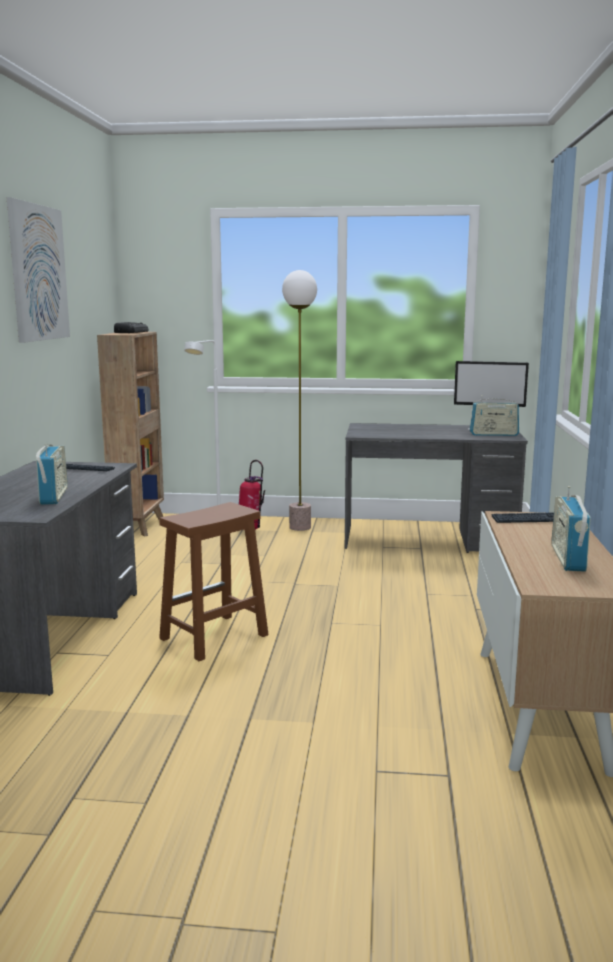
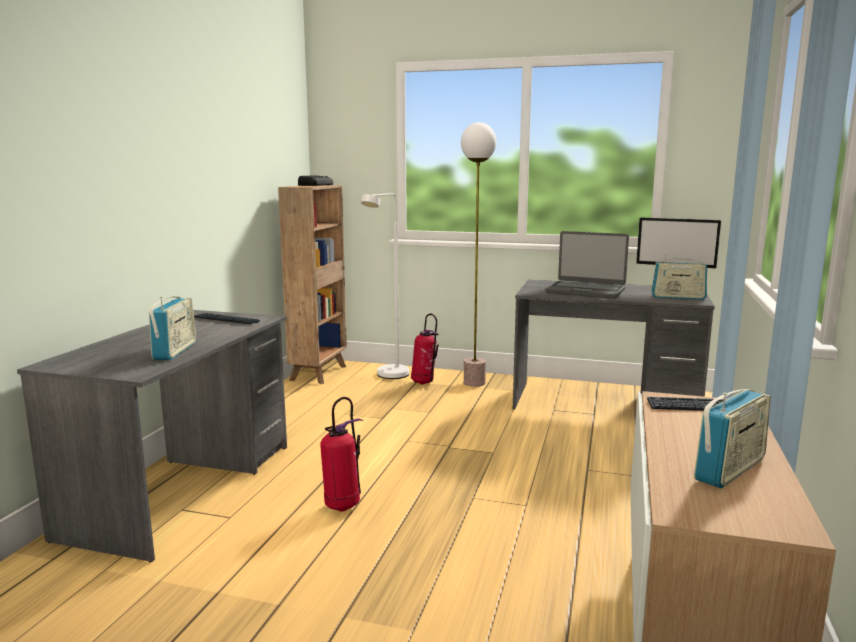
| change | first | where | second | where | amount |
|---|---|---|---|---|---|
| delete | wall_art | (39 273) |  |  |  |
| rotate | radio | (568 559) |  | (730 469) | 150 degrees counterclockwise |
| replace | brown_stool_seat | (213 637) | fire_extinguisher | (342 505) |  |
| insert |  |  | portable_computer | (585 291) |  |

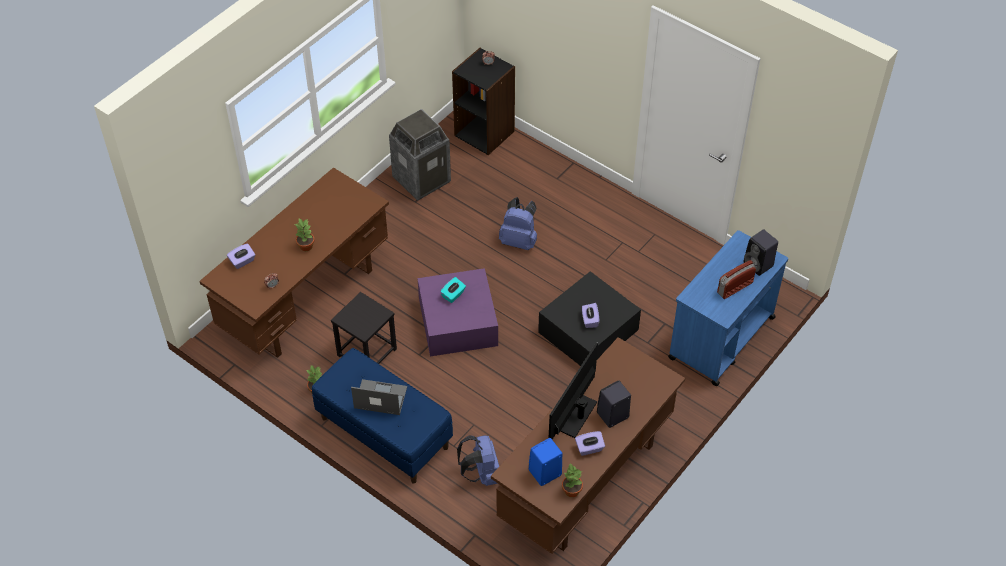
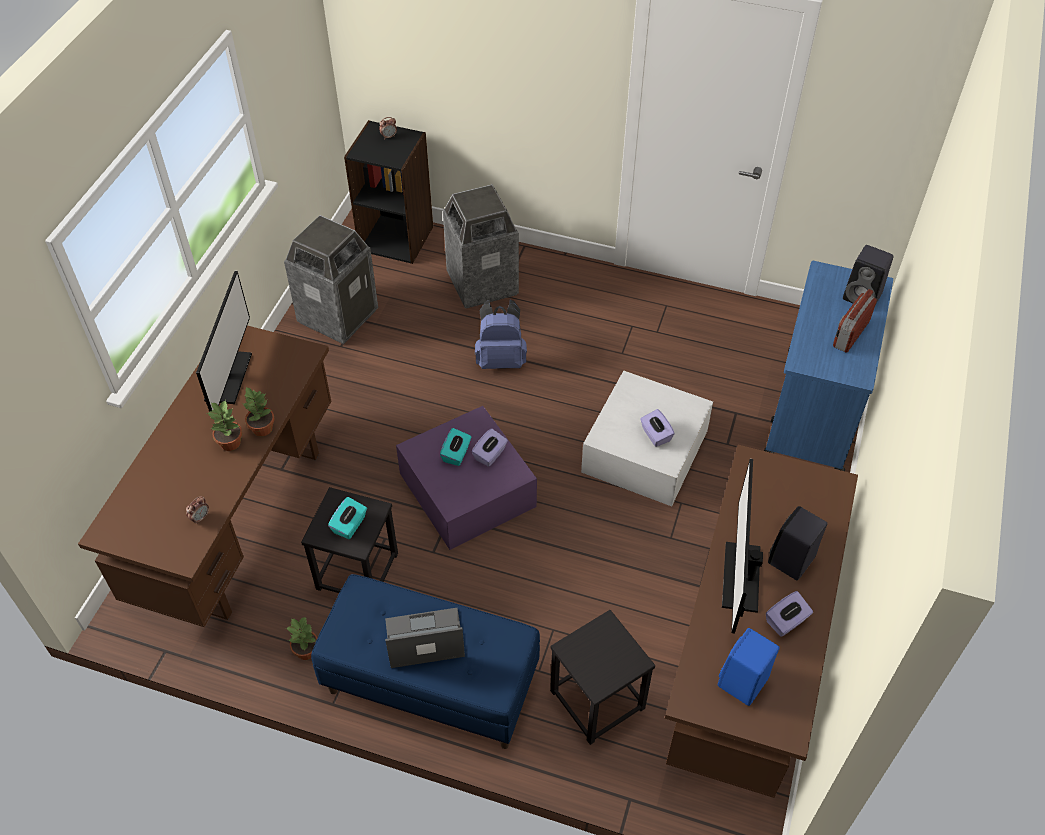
| change | first | where | second | where | amount |
|---|---|---|---|---|---|
| move | purplish_tissue_holder | (242 261) |  | (490 455) |  |
| recolor | blackish_storage_bin | (588 331) | white_storage_bin | (645 451) |  |
| replace | bluish_backpack | (481 473) | blackish_stool_seat | (596 699) |  |
| move | houseplant | (571 490) |  | (261 428) |  |
| insert |  |  | rubbish_bin | (481 283) |  |
| insert |  |  | computer_display | (228 377) |  |
| insert |  |  | turquoise-coloured_tissue_holder | (349 525) |  |

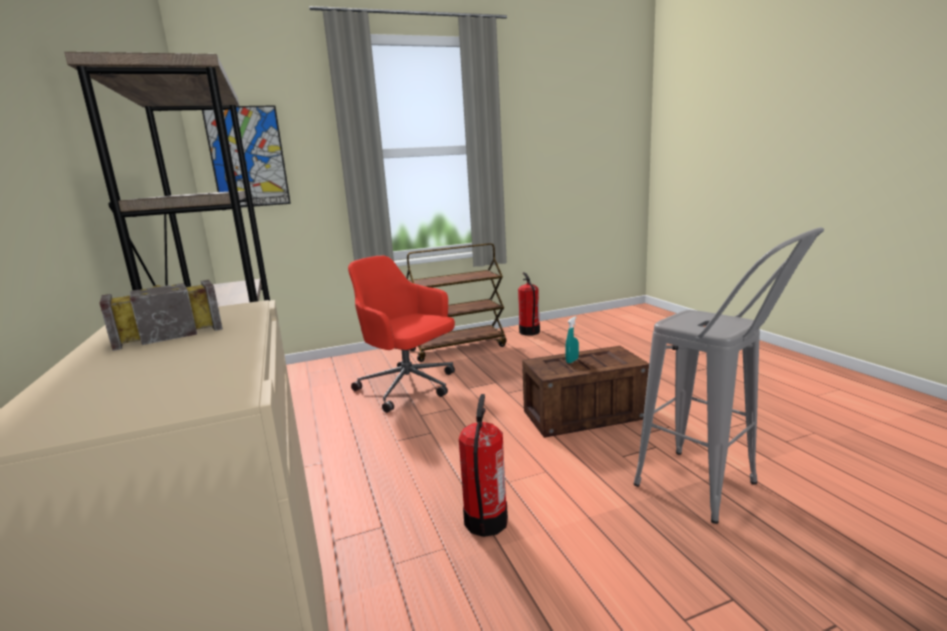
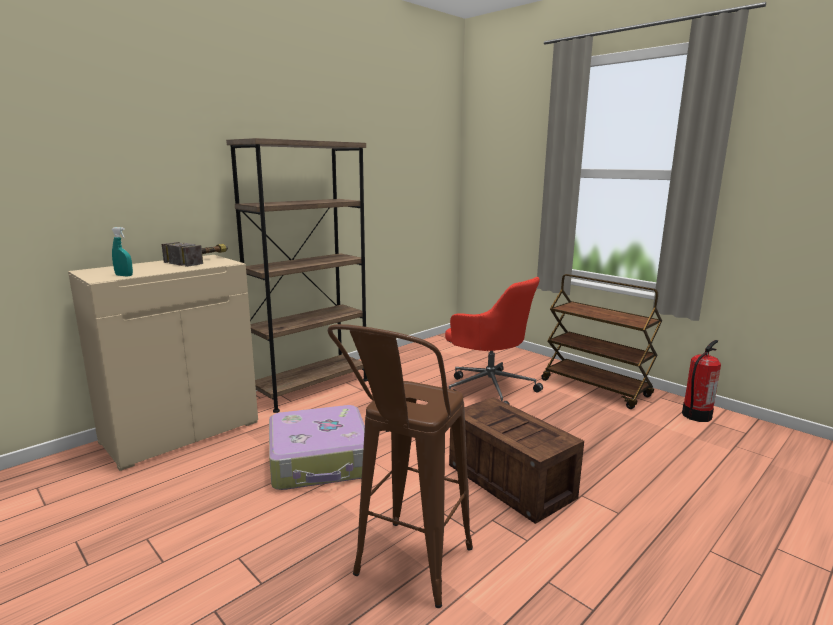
| change | first | where | second | where | amount |
|---|---|---|---|---|---|
| delete | wall_art | (248 157) |  |  |  |
| recolor | grey_stool_seat | (713 492) | brown_stool_seat | (406 574) |  |
| rotate | red_office_chair | (409 387) |  | (489 388) | 120 degrees clockwise |
| move | turquoise-coloured_sprayer | (572 361) |  | (124 275) |  |
| replace | fire_extinguisher | (485 522) | suitcase | (320 460) |  |

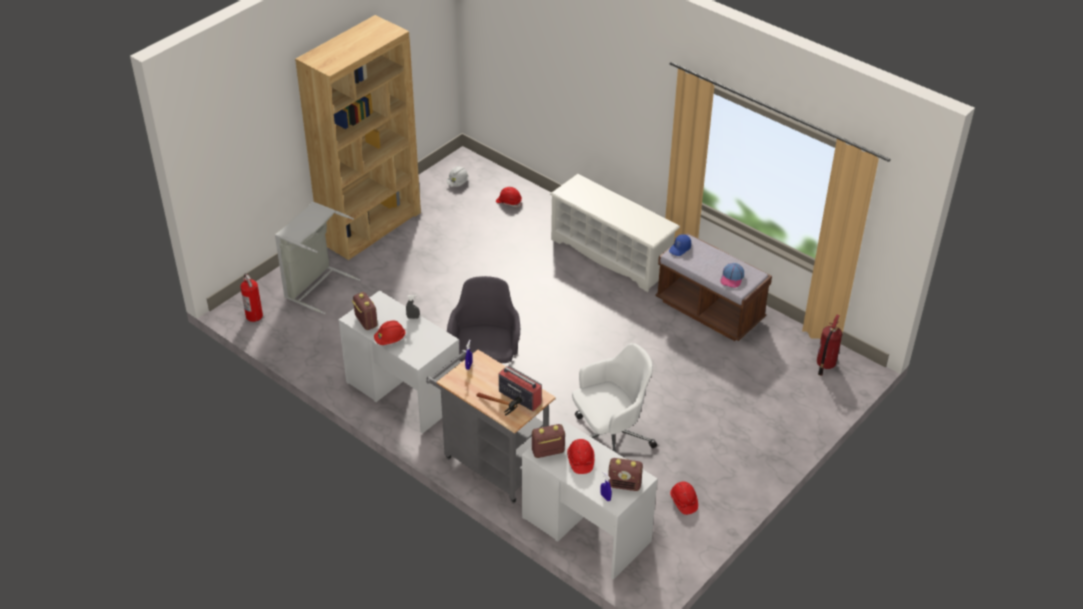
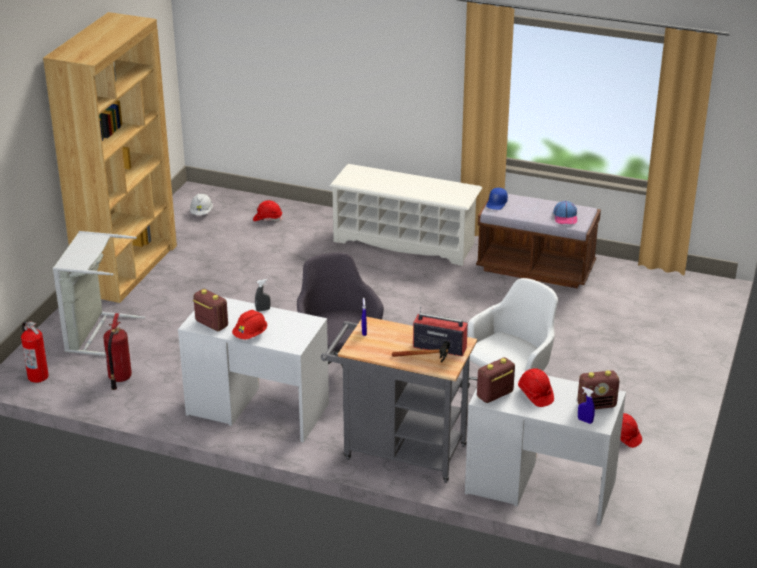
| change | first | where | second | where | amount |
|---|---|---|---|---|---|
| move | fire_extinguisher | (825 365) |  | (119 378) |  |

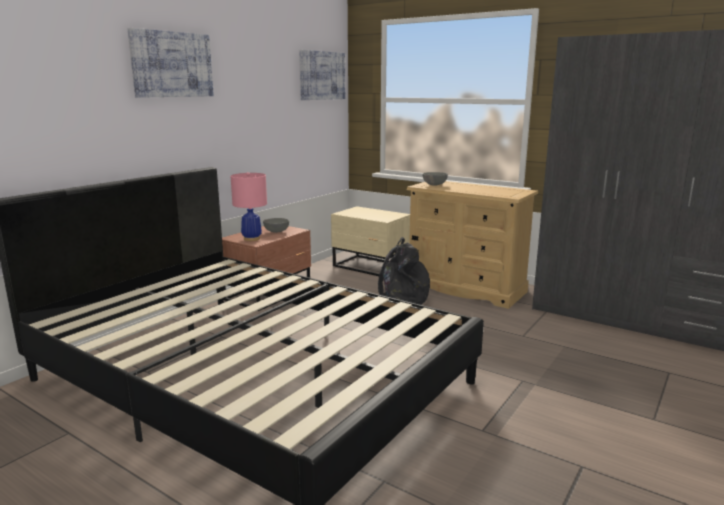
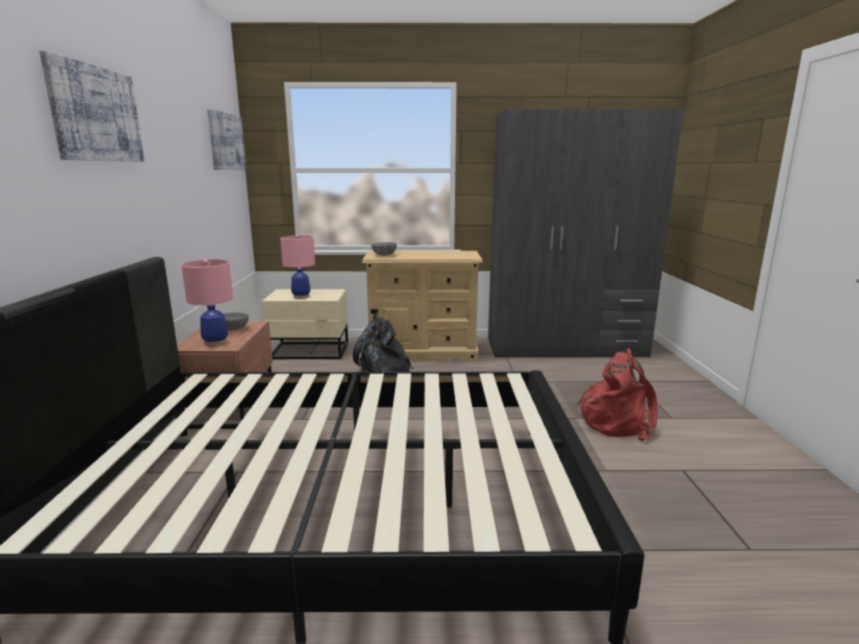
| change | first | where | second | where | amount |
|---|---|---|---|---|---|
| insert |  |  | pink_tabletop_lamp | (301 297) |  |
| insert |  |  | red_backpack | (617 422) |  |

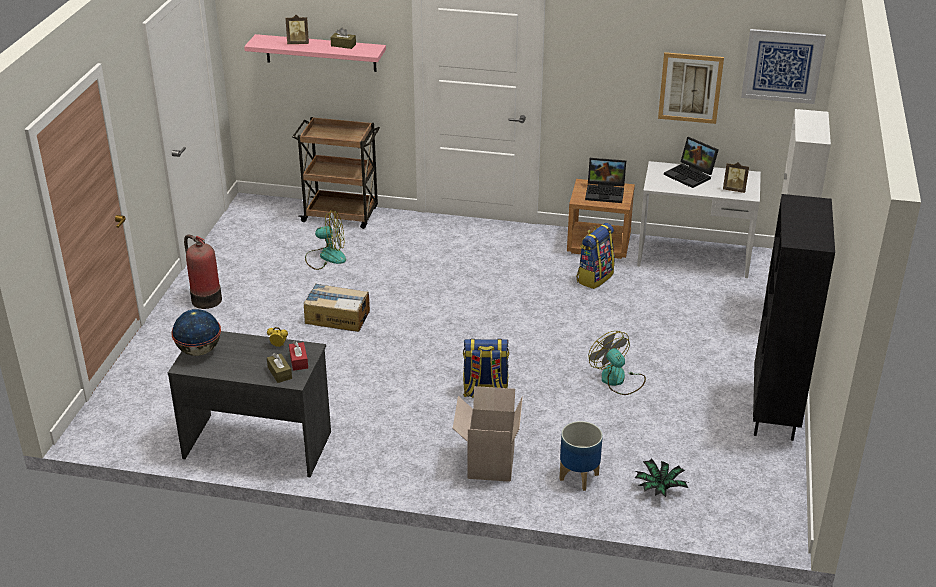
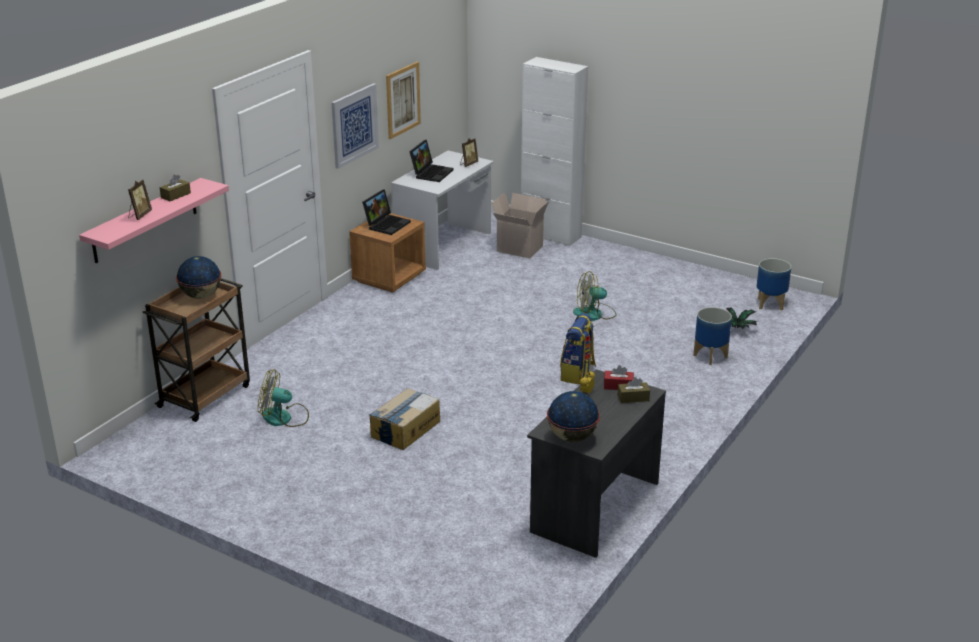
| change | first | where | second | where | amount |
|---|---|---|---|---|---|
| move | wall_art | (782 66) |  | (354 125) |  |
| rotate | portable_computer | (691 175) |  | (431 173) | 45 degrees counterclockwise |
| delete | blackish_shelving_unit | (775 413) |  |  |  |
| rotate | fan | (326 257) |  | (284 418) | 105 degrees counterclockwise |
| delete | backpack | (594 277) |  |  |  |
| delete | fire_extinguisher | (205 299) |  |  |  |
| move | cardboard_box | (489 462) |  | (518 249) |  |
| insert |  |  | world_globe | (201 296) |  |
| insert |  |  | flower_pot | (770 304) |  |

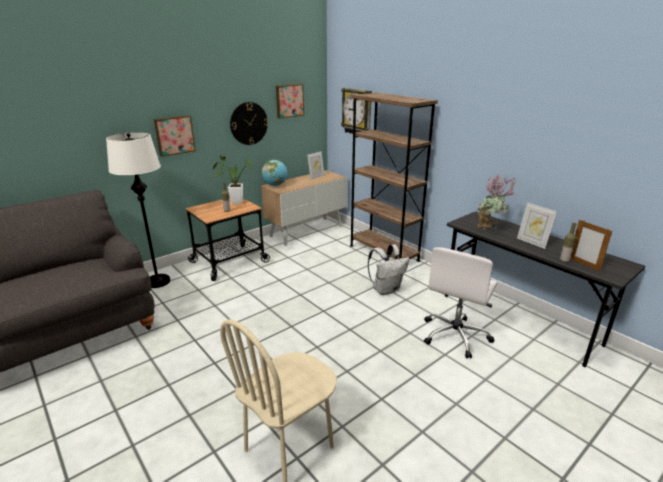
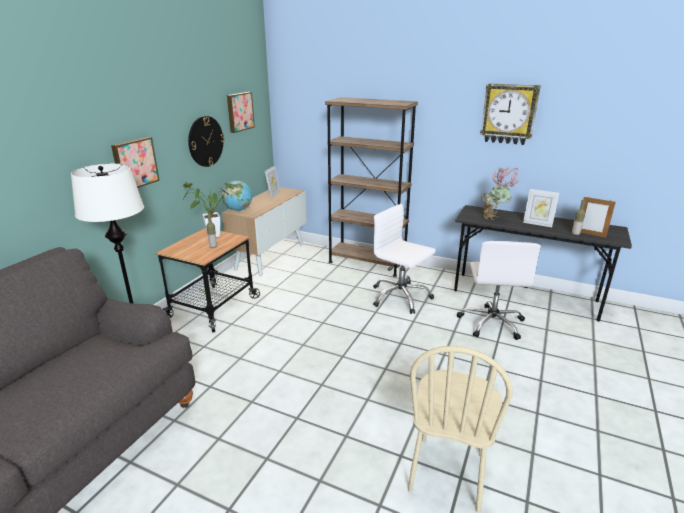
| change | first | where | second | where | amount |
|---|---|---|---|---|---|
| move | hanging_clock | (357 112) |  | (509 114) |  |
| replace | white_backpack | (386 290) | white_office_chair | (400 297) |  |

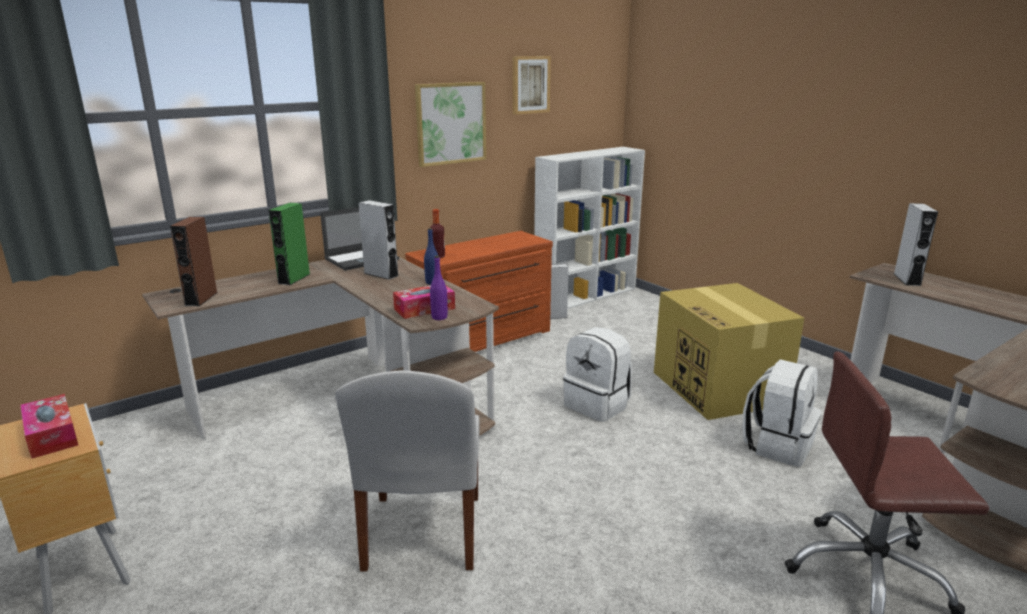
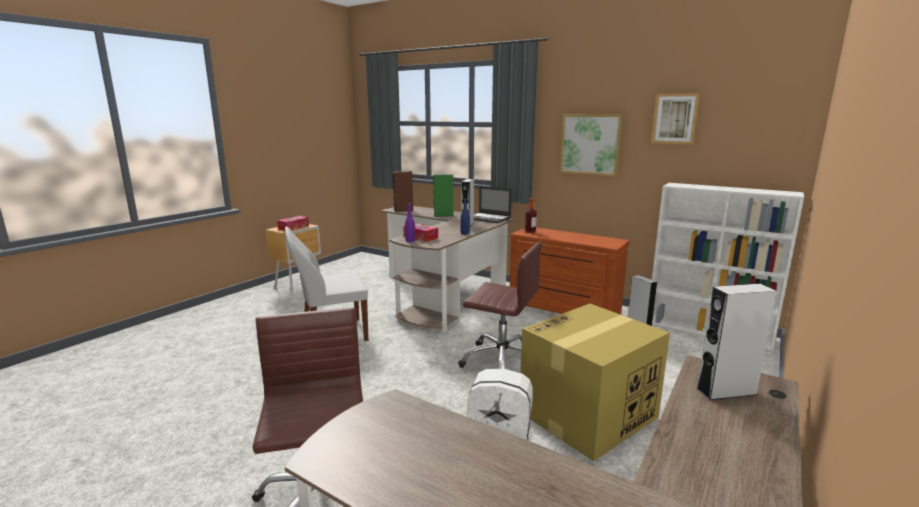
| change | first | where | second | where | amount |
|---|---|---|---|---|---|
| replace | white_backpack | (598 405) | brown_office_chair | (502 361) |  |

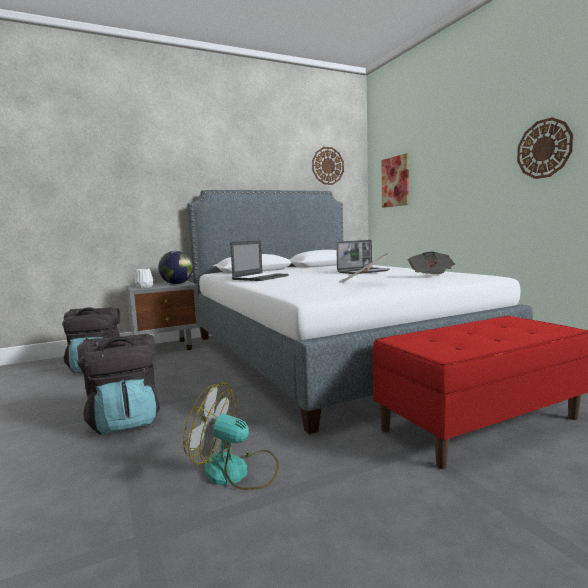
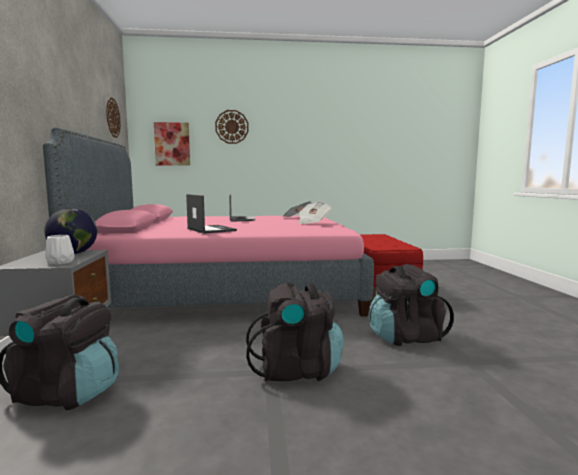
| change | first | where | second | where | amount |
|---|---|---|---|---|---|
| move | hanging_clock | (544 148) |  | (232 127) |  |
| recolor | white_sleeping_bed | (329 353) | pink_sleeping_bed | (226 291) |  |
| replace | fan | (236 472) | blackish_backpack | (405 337) |  |

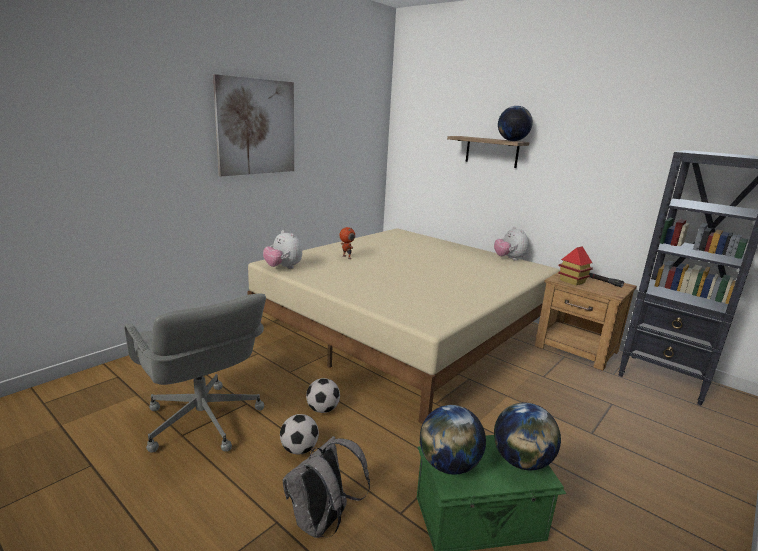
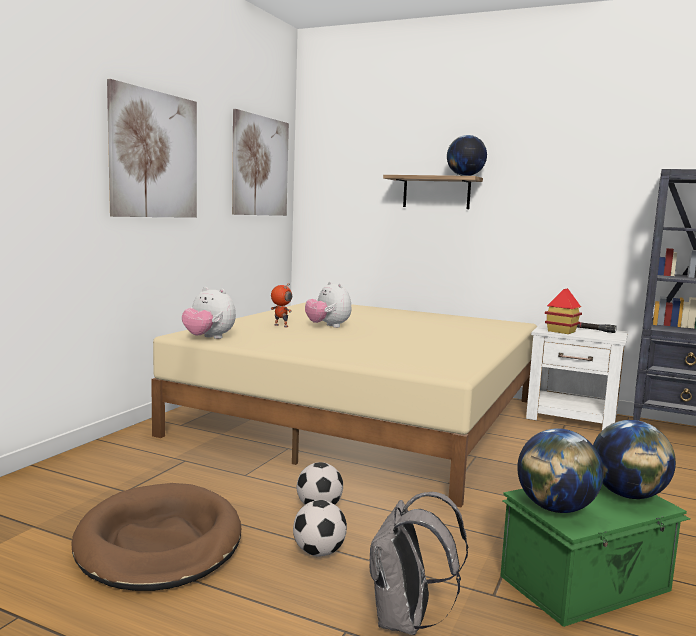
| change | first | where | second | where | amount |
|---|---|---|---|---|---|
| move | soft_toy | (509 259) |  | (328 326) |  |
| recolor | brown_night_table | (577 349) | white_night_table | (573 417) |  |
| replace | grey_office_chair | (202 422) | brown_dog_cushion | (159 543) |  |
| insert |  |  | wall_art | (260 166) |  |

